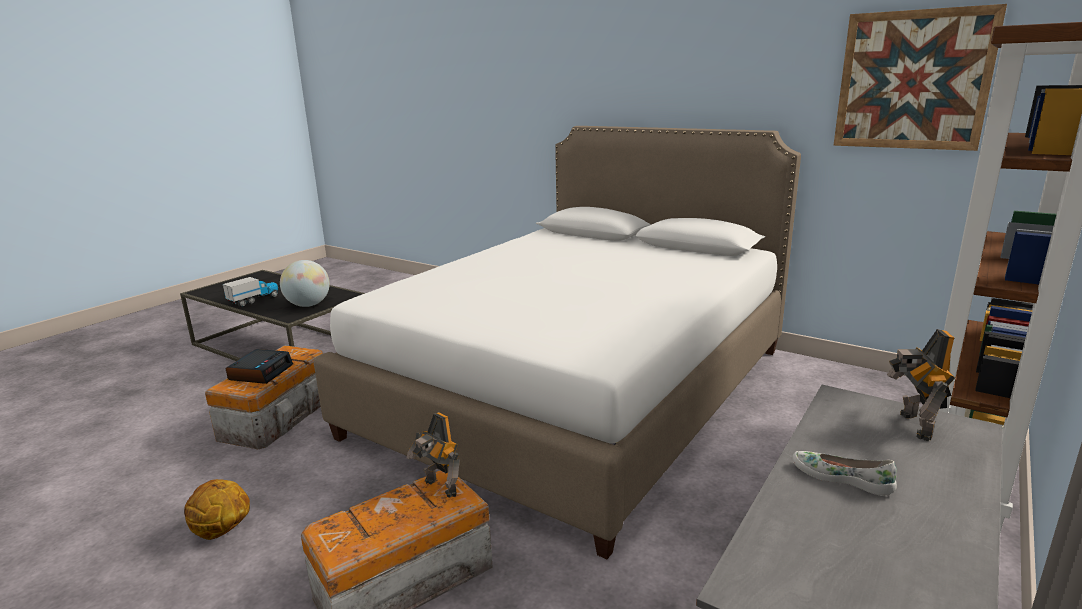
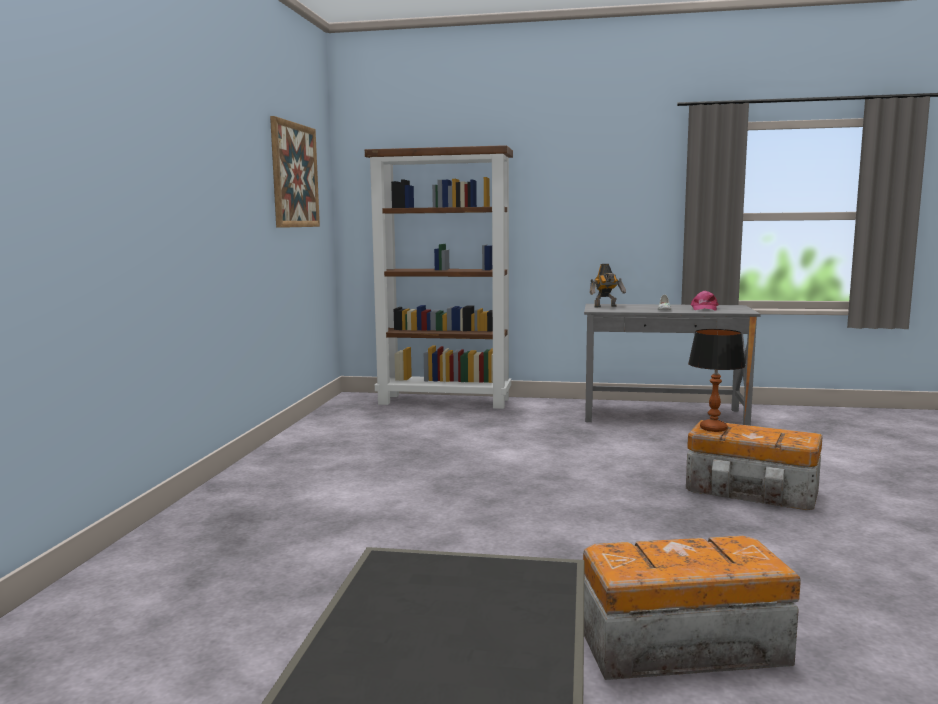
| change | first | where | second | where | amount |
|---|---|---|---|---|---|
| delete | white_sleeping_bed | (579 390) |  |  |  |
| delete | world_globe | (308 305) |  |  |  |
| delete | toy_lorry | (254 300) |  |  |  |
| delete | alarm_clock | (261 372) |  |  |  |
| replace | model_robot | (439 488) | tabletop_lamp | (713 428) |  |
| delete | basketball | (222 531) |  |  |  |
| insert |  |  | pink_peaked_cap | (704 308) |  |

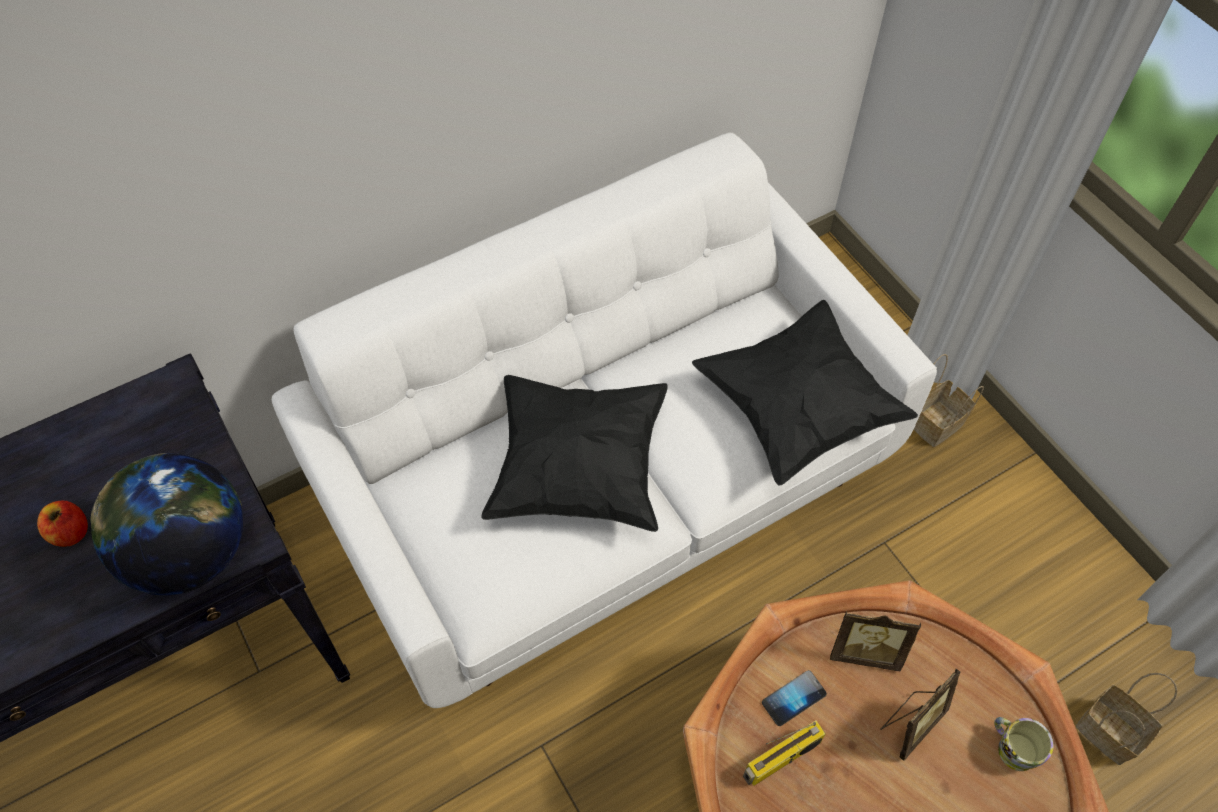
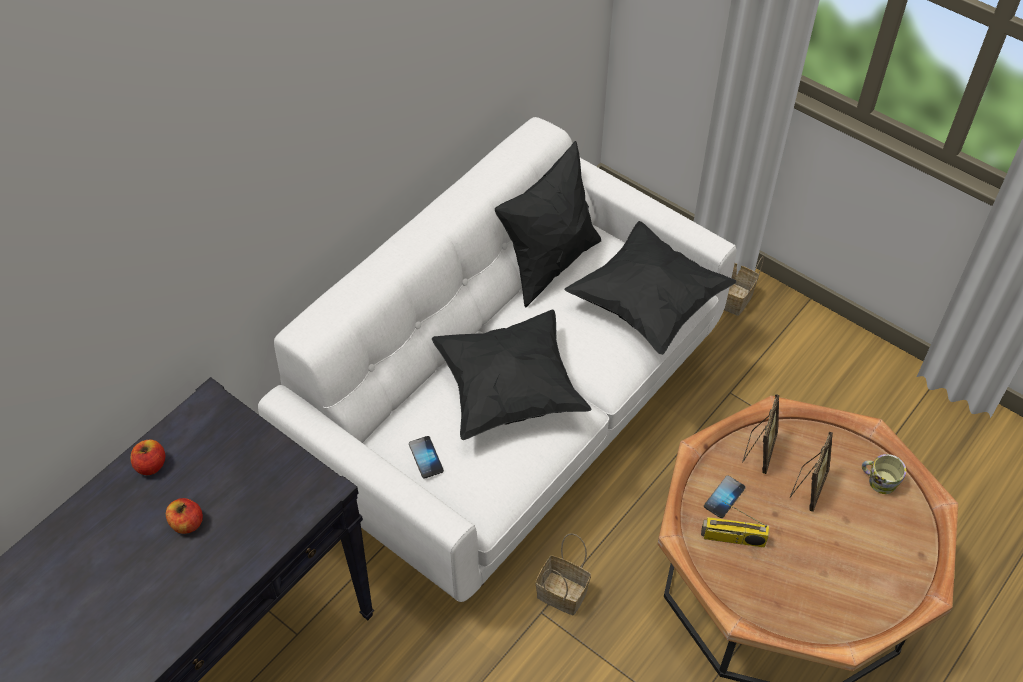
| change | first | where | second | where | amount |
|---|---|---|---|---|---|
| delete | world_globe | (191 554) |  |  |  |
| rotate | picture_frame | (865 650) |  | (758 451) | 60 degrees counterclockwise |
| move | household_basket | (1111 733) |  | (564 593) |  |
| rotate | radio | (781 759) |  | (732 538) | 60 degrees clockwise |
| insert |  |  | blackish_pillow | (549 263) |  |
| insert |  |  | handset | (426 458) |  |
| insert |  |  | apple | (151 465) |  |

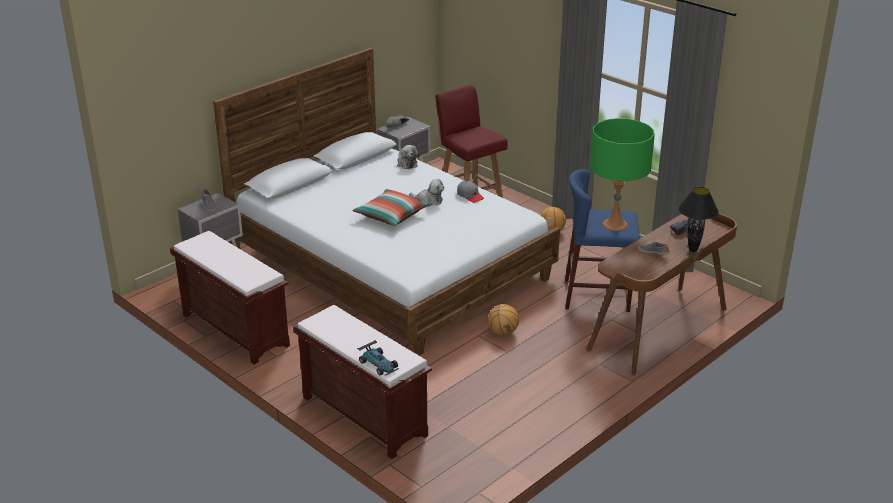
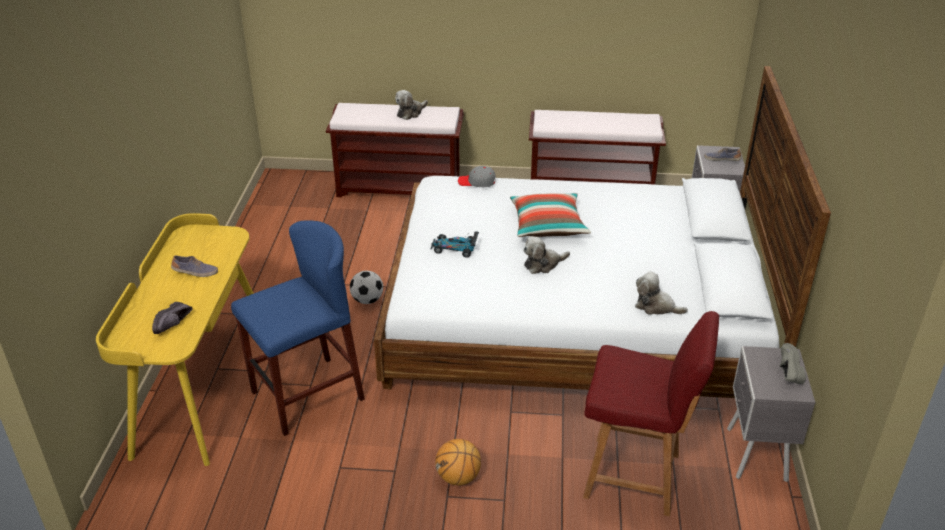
| change | first | where | second | where | amount |
|---|---|---|---|---|---|
| delete | green_tabletop_lamp | (615 224) |  |  |  |
| move | grey_peaked_cap | (470 195) |  | (477 182) |  |
| delete | blackish_tabletop_lamp | (693 250) |  |  |  |
| recolor | brown_desk_table | (659 330) | yellow_desk_table | (201 384) |  |
| replace | basketball | (502 332) | football_ball | (367 300) |  |
| move | toy_car | (378 364) |  | (455 248) |  |
| insert |  |  | soft_toy | (410 113) |  |

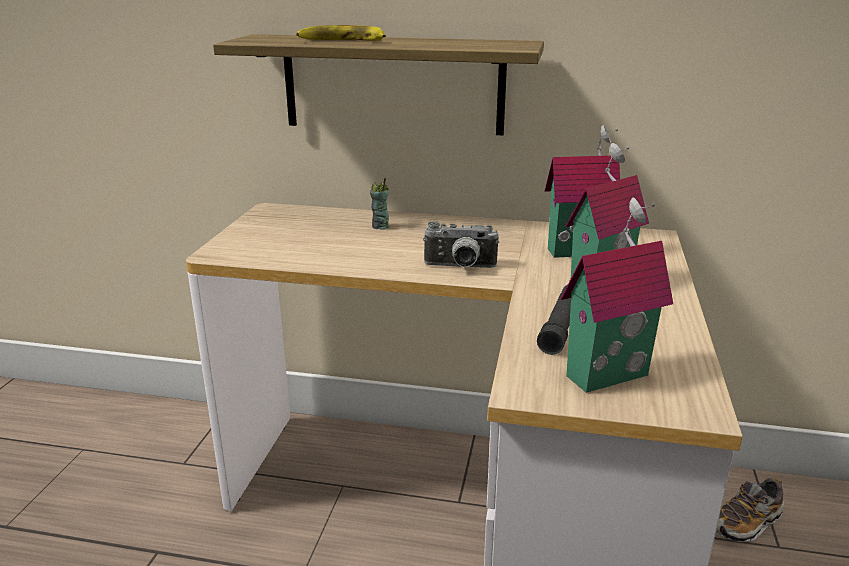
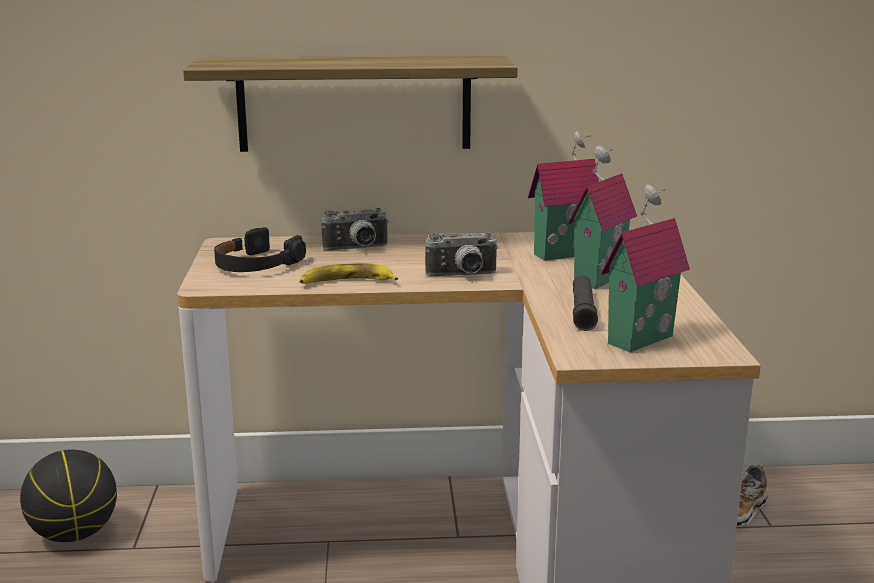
| change | first | where | second | where | amount |
|---|---|---|---|---|---|
| move | whole_banana | (342 41) |  | (346 282) |  |
| replace | cup | (380 226) | photo_camera | (357 249) |  |
| insert |  |  | blackish_headphones | (256 264) |  |
| insert |  |  | basketball | (75 534) |  |

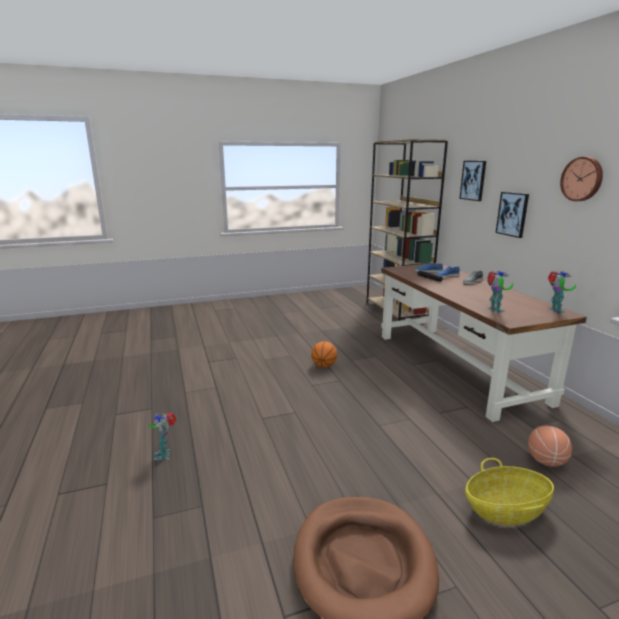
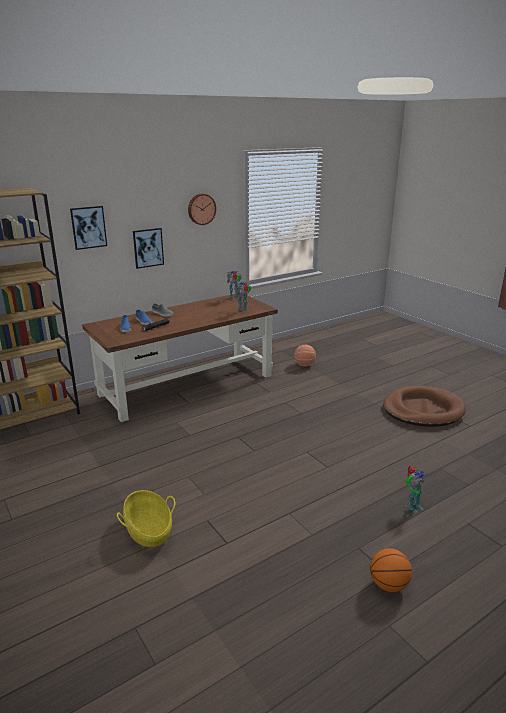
| change | first | where | second | where | amount |
|---|---|---|---|---|---|
| move | basketball | (323 366) |  | (388 585) |  |
| move | household_basket | (505 510) |  | (148 531) |  |

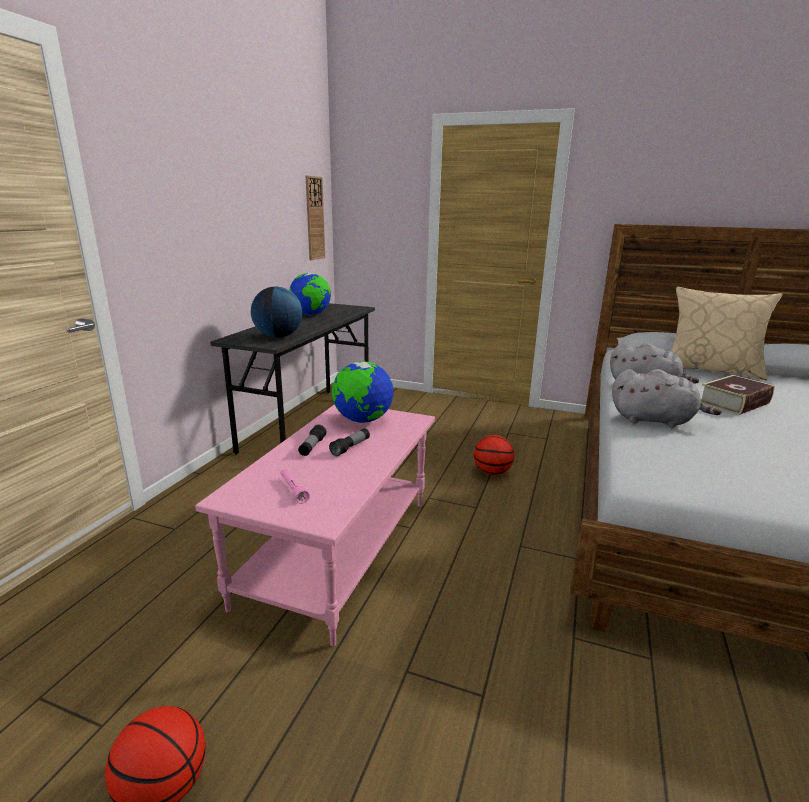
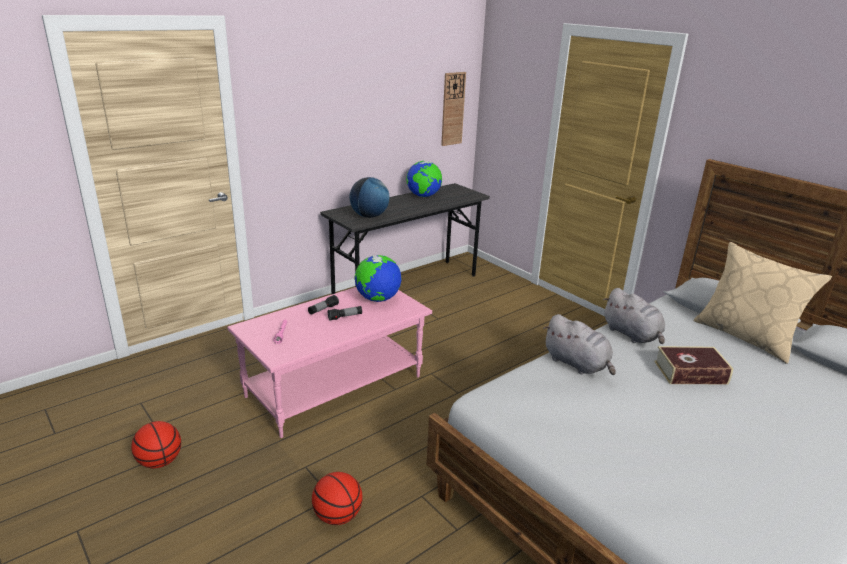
| change | first | where | second | where | amount |
|---|---|---|---|---|---|
| move | basketball | (492 472) |  | (337 516) |  |

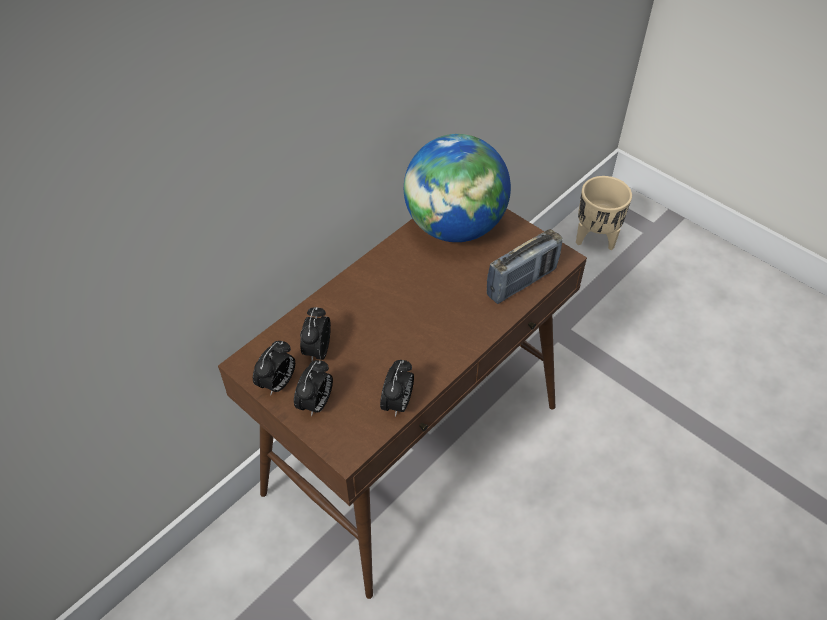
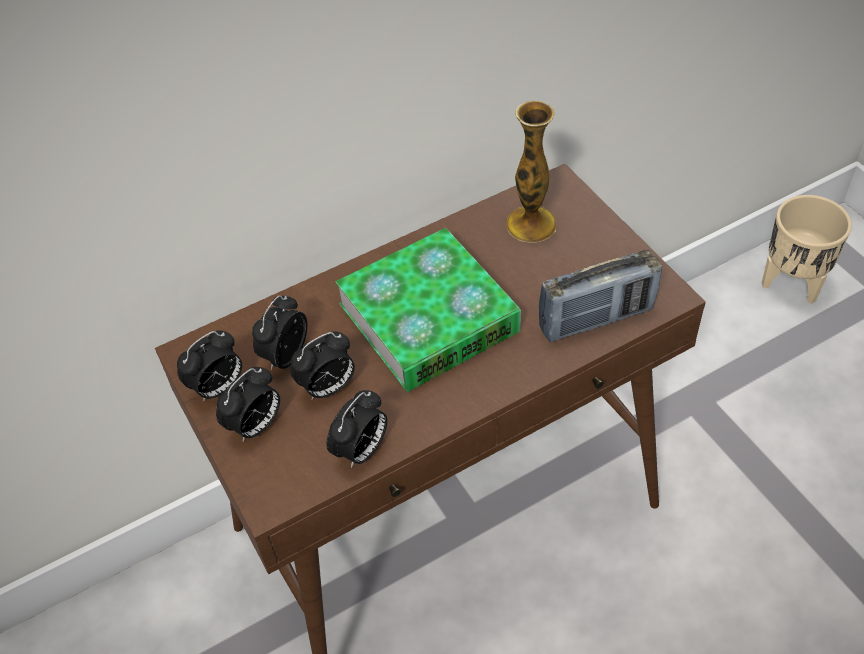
| change | first | where | second | where | amount |
|---|---|---|---|---|---|
| replace | world_globe | (455 227) | vase | (531 224) |  |
| insert |  |  | bound_book | (428 318) |  |
| insert |  |  | alarm_clock | (327 388) |  |

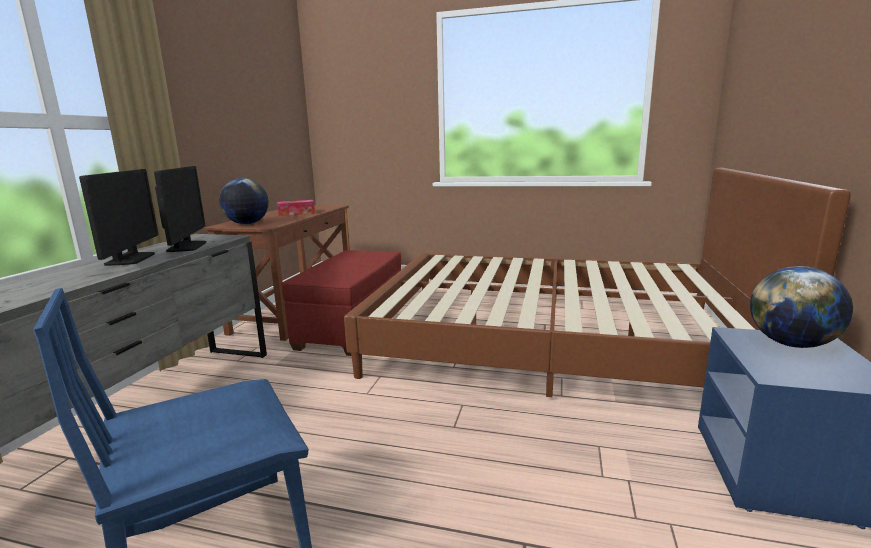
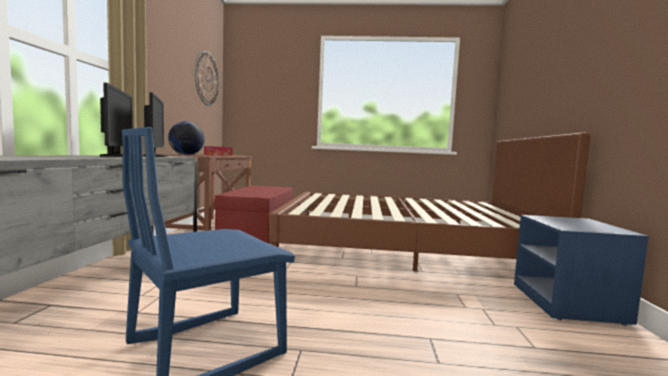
| change | first | where | second | where | amount |
|---|---|---|---|---|---|
| delete | world_globe | (791 344) |  |  |  |
| insert |  |  | hanging_clock | (207 78) |  |

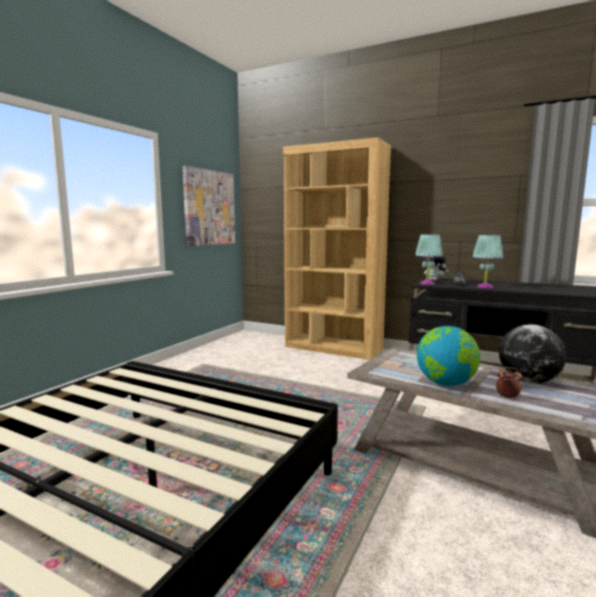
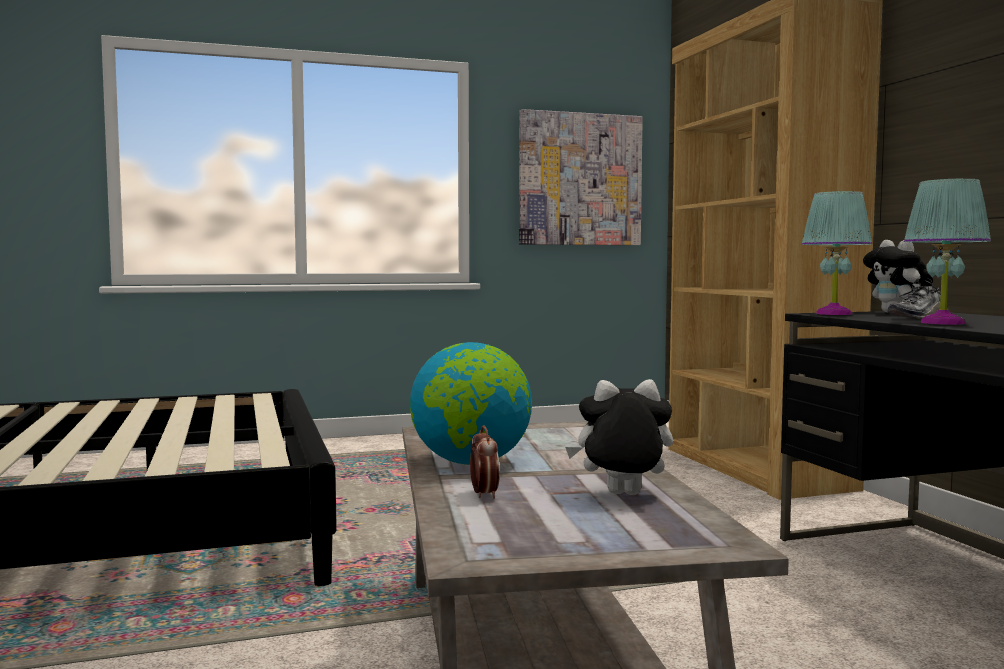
| change | first | where | second | where | amount |
|---|---|---|---|---|---|
| replace | world_globe | (528 381) | soft_toy | (621 495) |  |

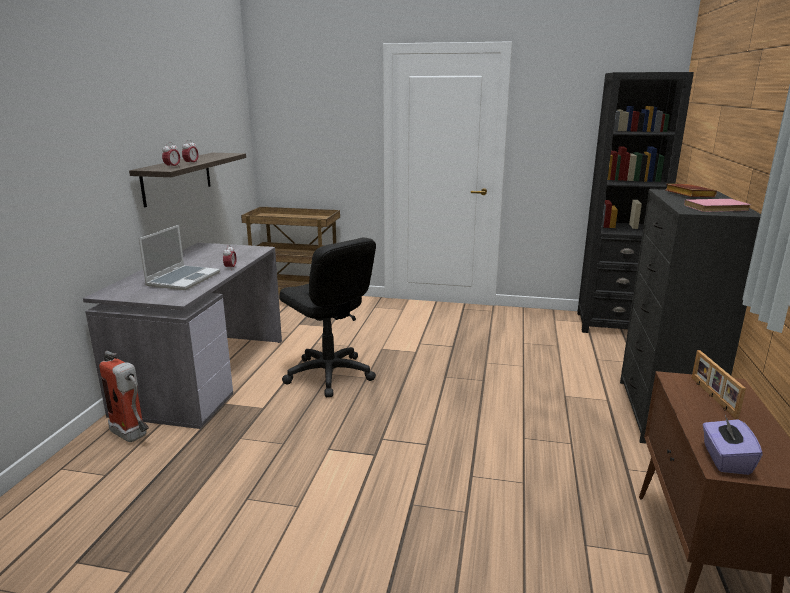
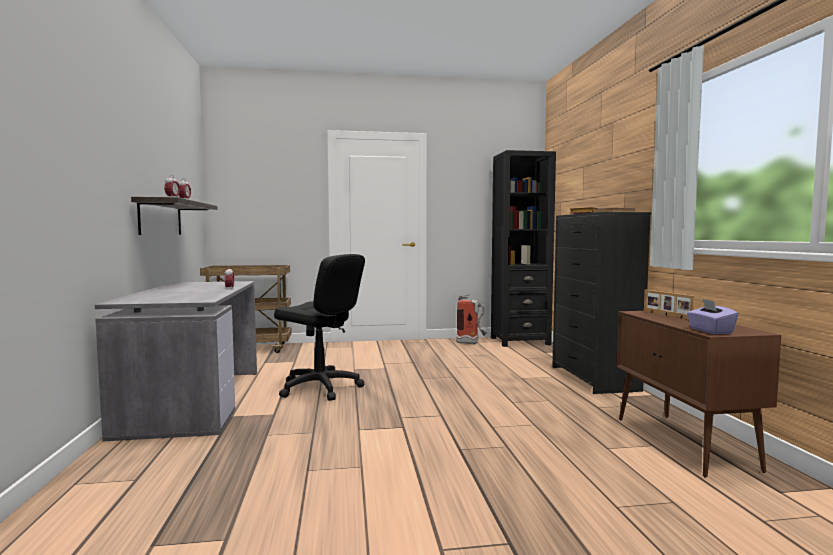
| change | first | where | second | where | amount |
|---|---|---|---|---|---|
| delete | portable_computer | (183 279) |  |  |  |
| move | fire_extinguisher | (133 437) |  | (471 343) |  |

